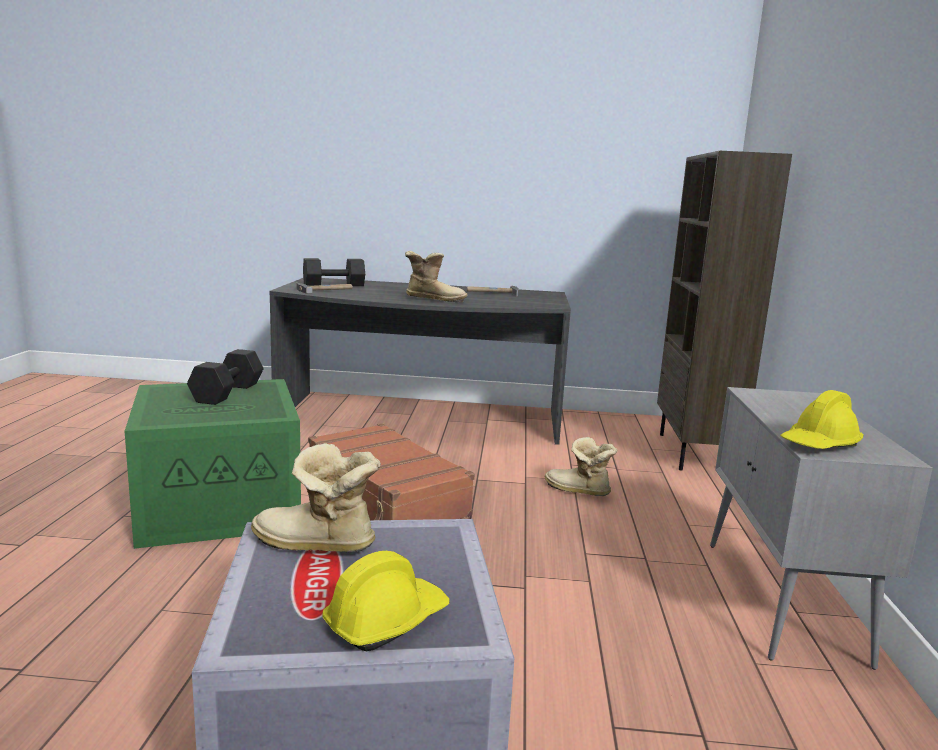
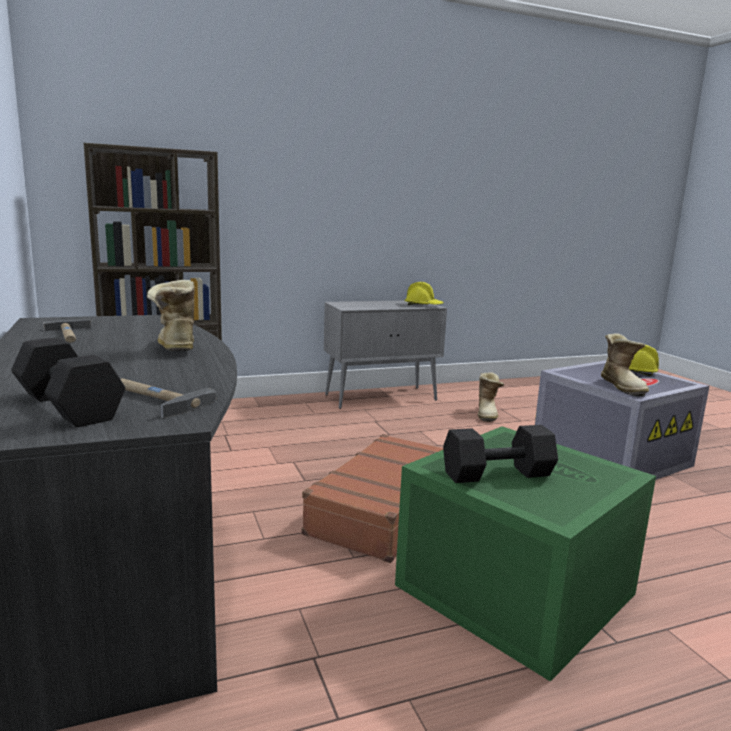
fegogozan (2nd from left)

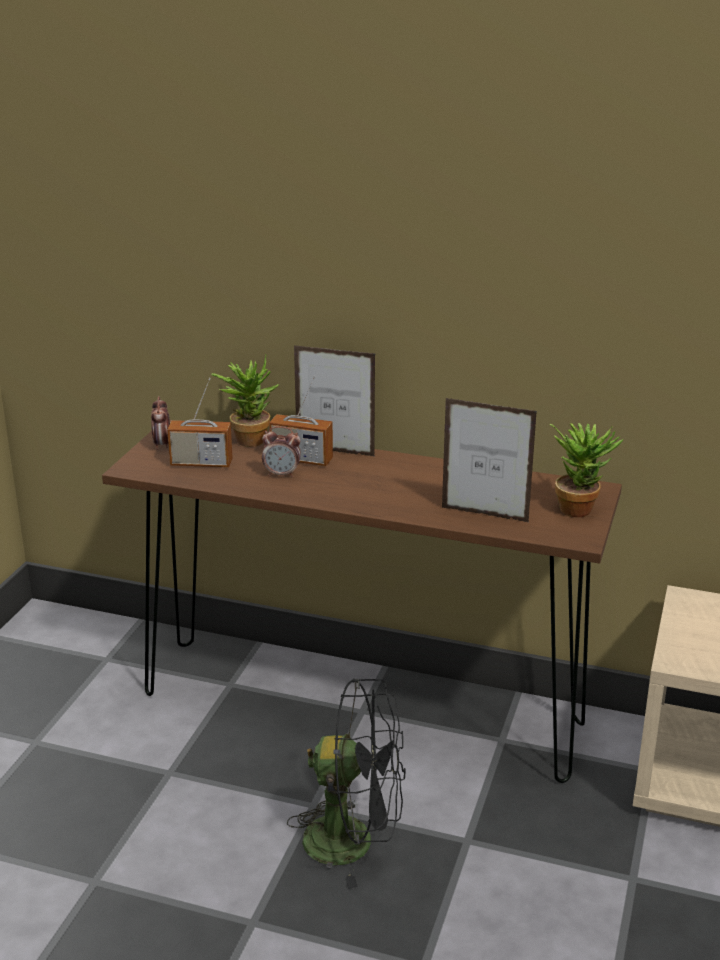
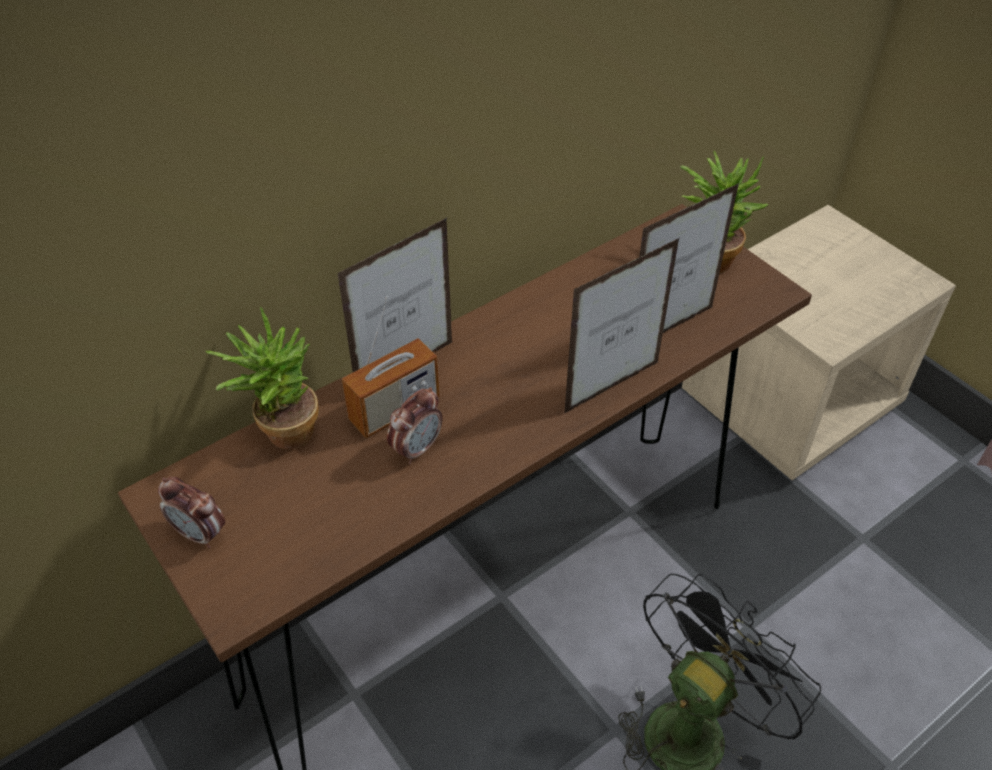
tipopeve (2nd from left)
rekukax (1st from left in the first image)

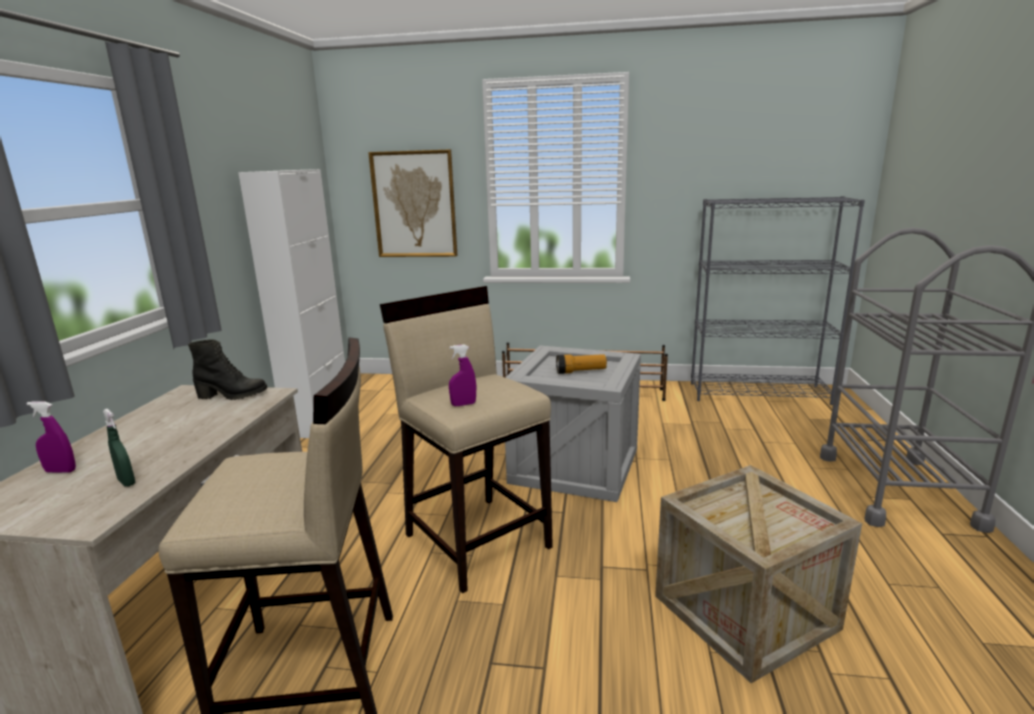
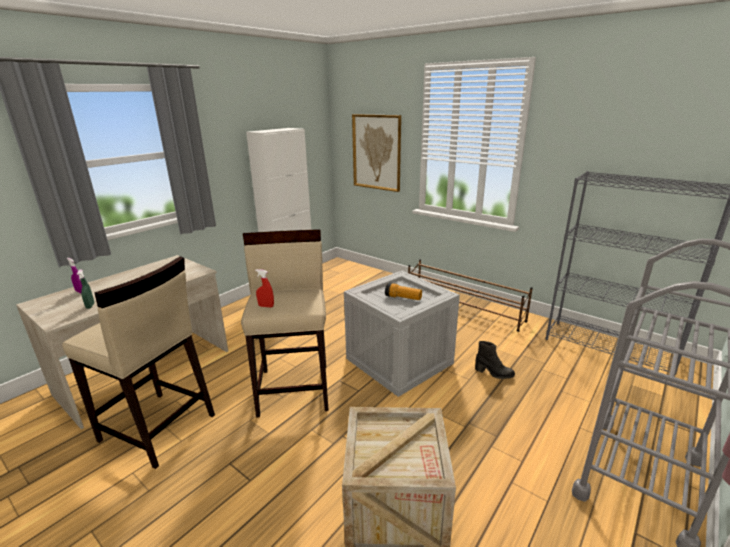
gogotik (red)
fegogozan (black)

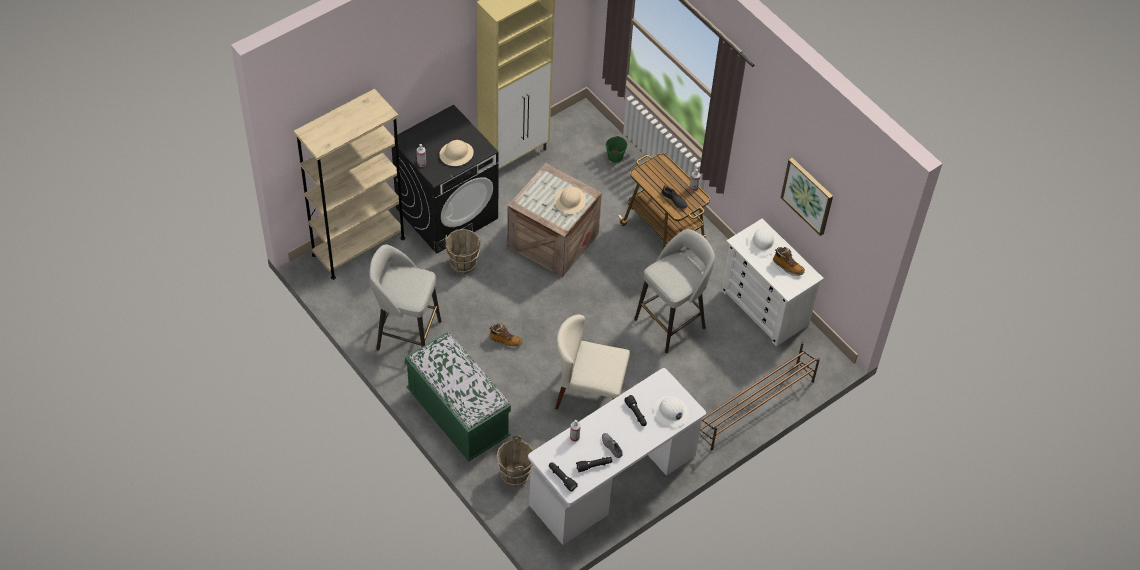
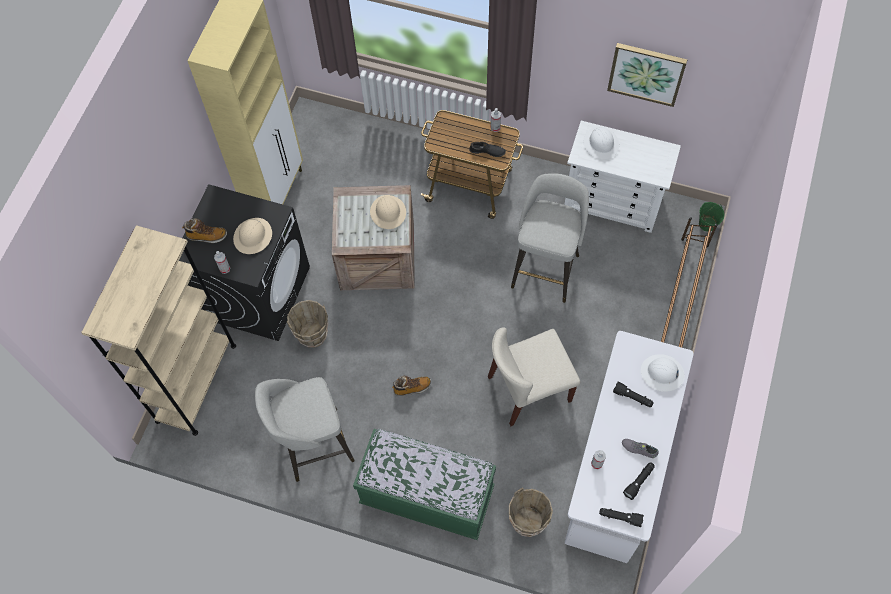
fegogozan (1st from left)
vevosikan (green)

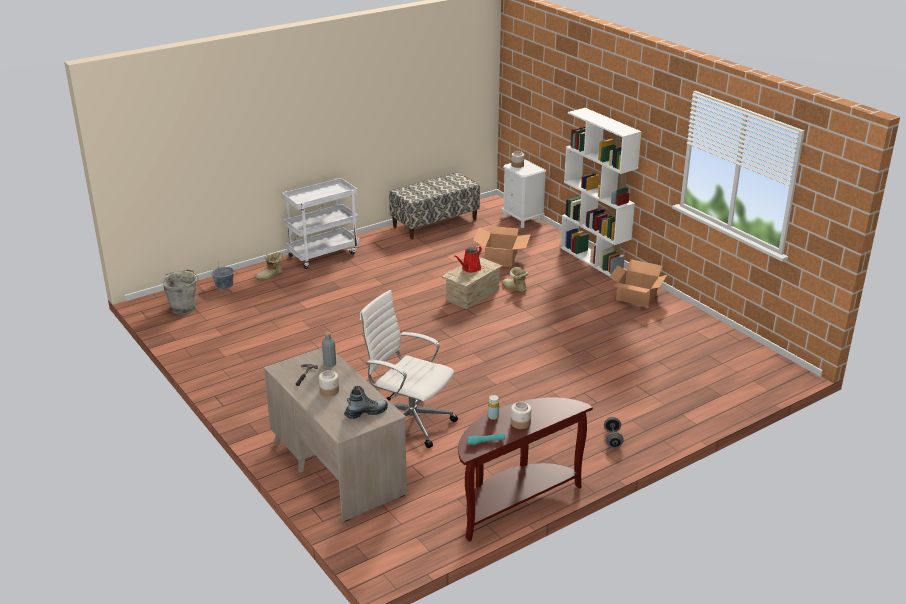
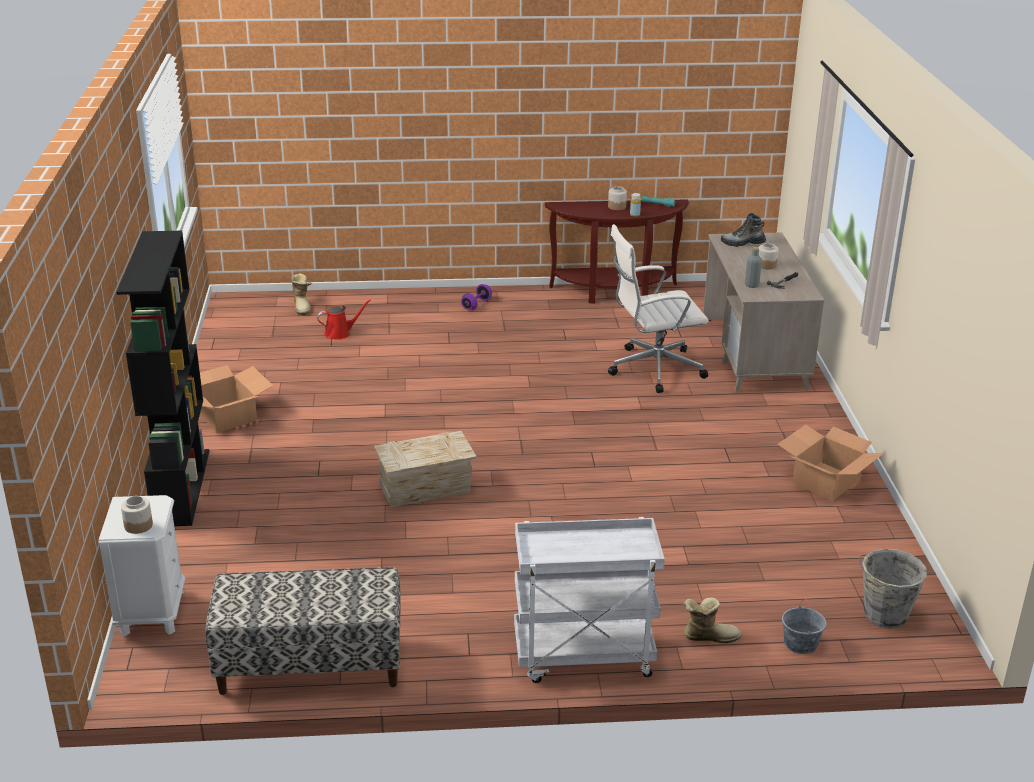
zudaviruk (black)
fegogozan (1st from left)
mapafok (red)
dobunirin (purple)
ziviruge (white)
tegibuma (2nd from left)

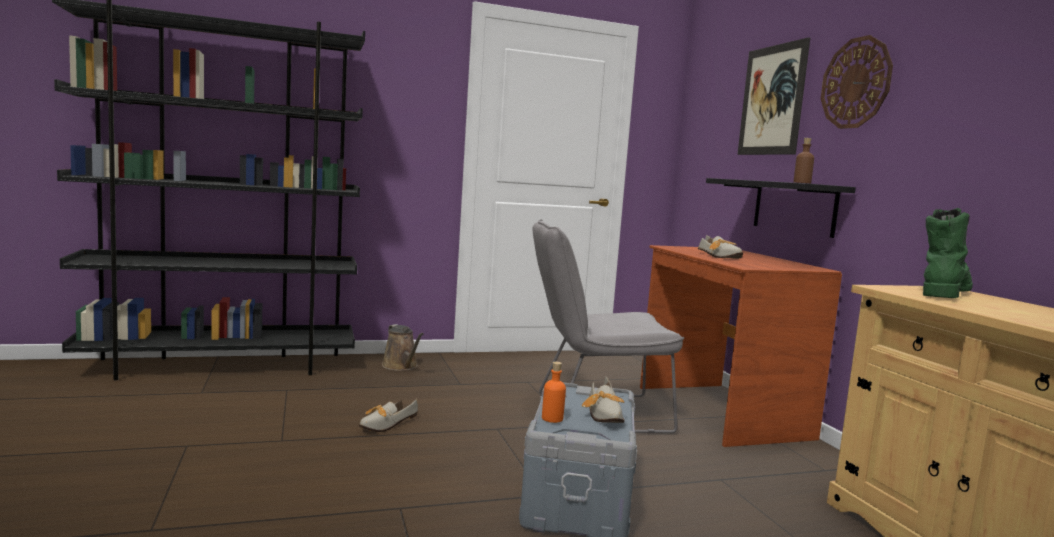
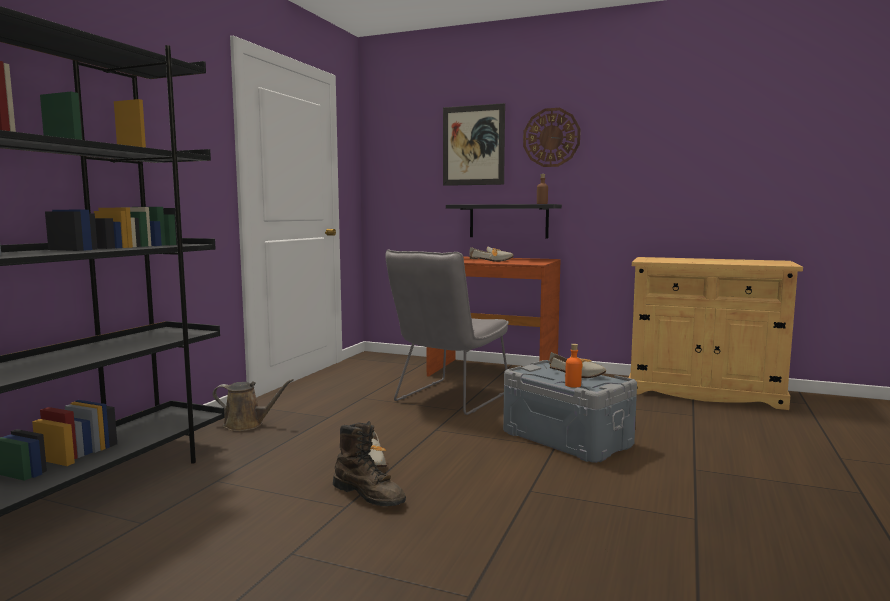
fegogozan (brown)
fegogozan (green)

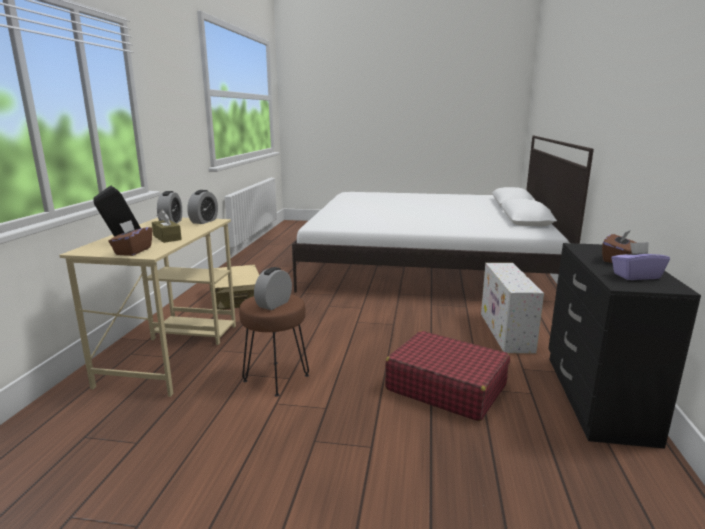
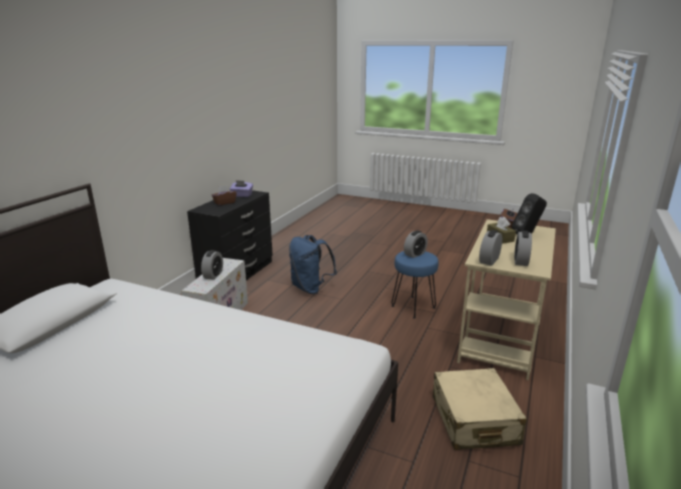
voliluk (1st from left)
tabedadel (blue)
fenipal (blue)

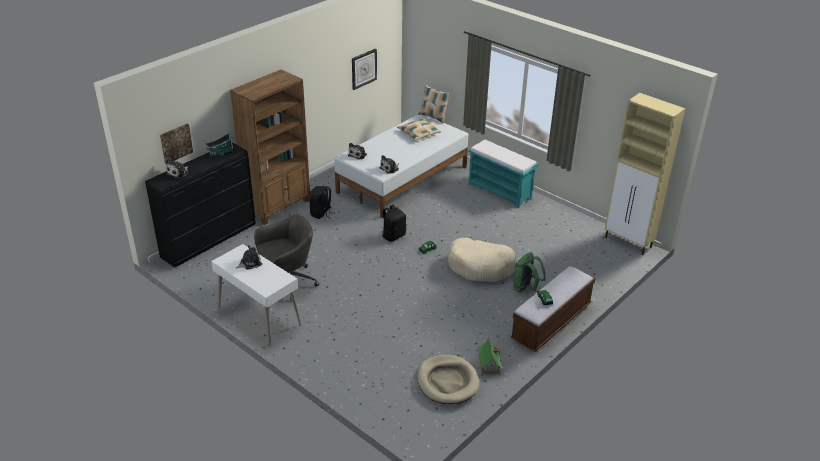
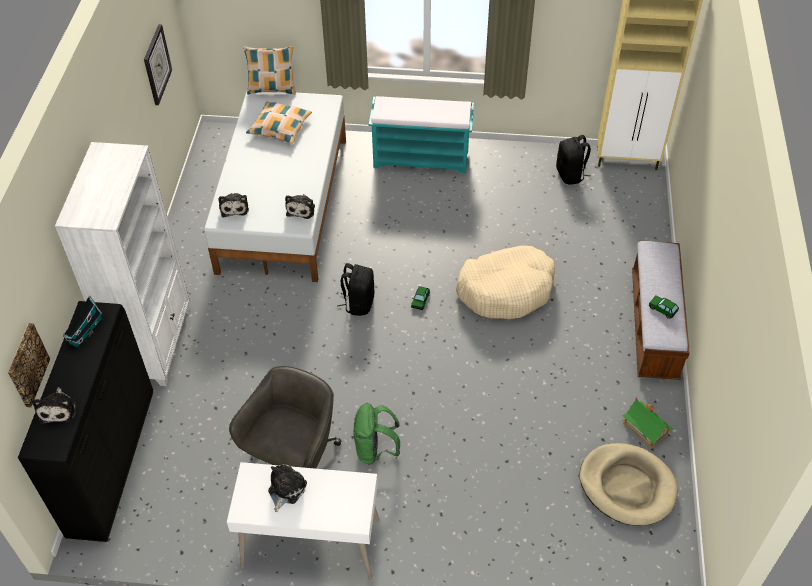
zudaviruk (white)
tabedadel (green)
tabedadel (black) (2nd from left)

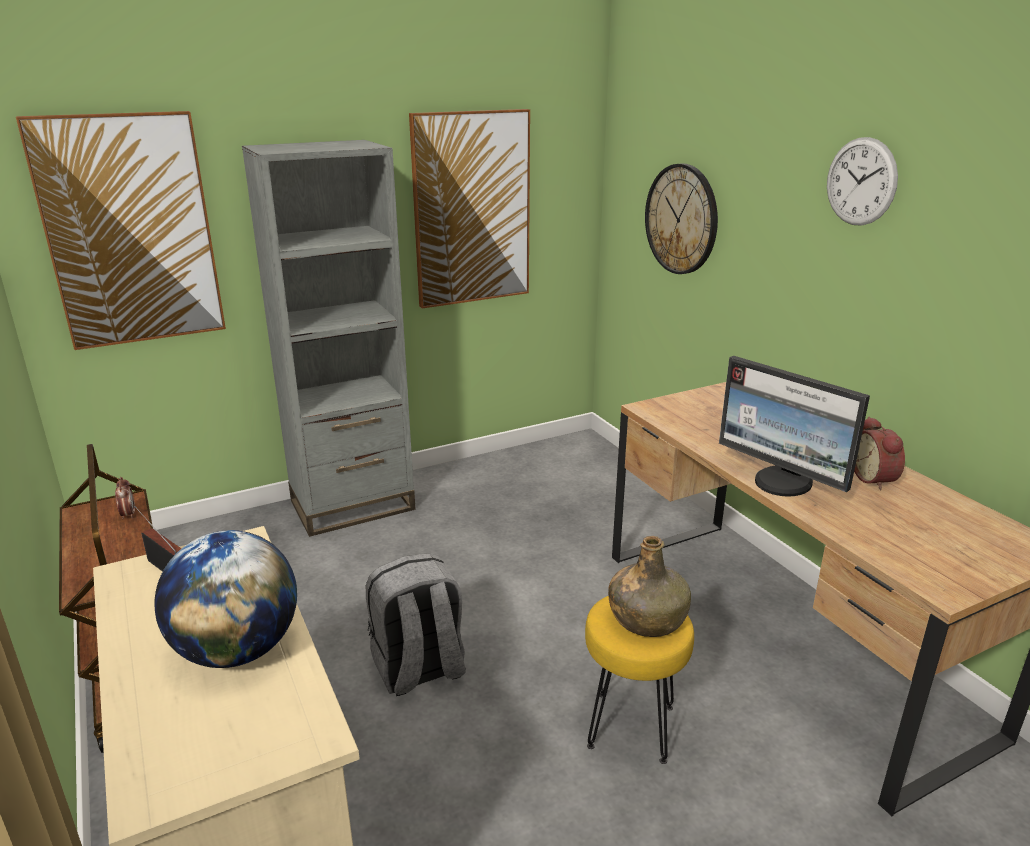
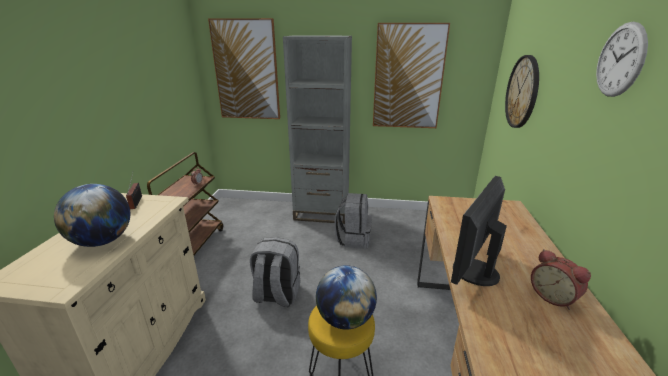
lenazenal (2nd from left)
tabedadel (grey) (2nd from left)
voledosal
voliluk (2nd from left)

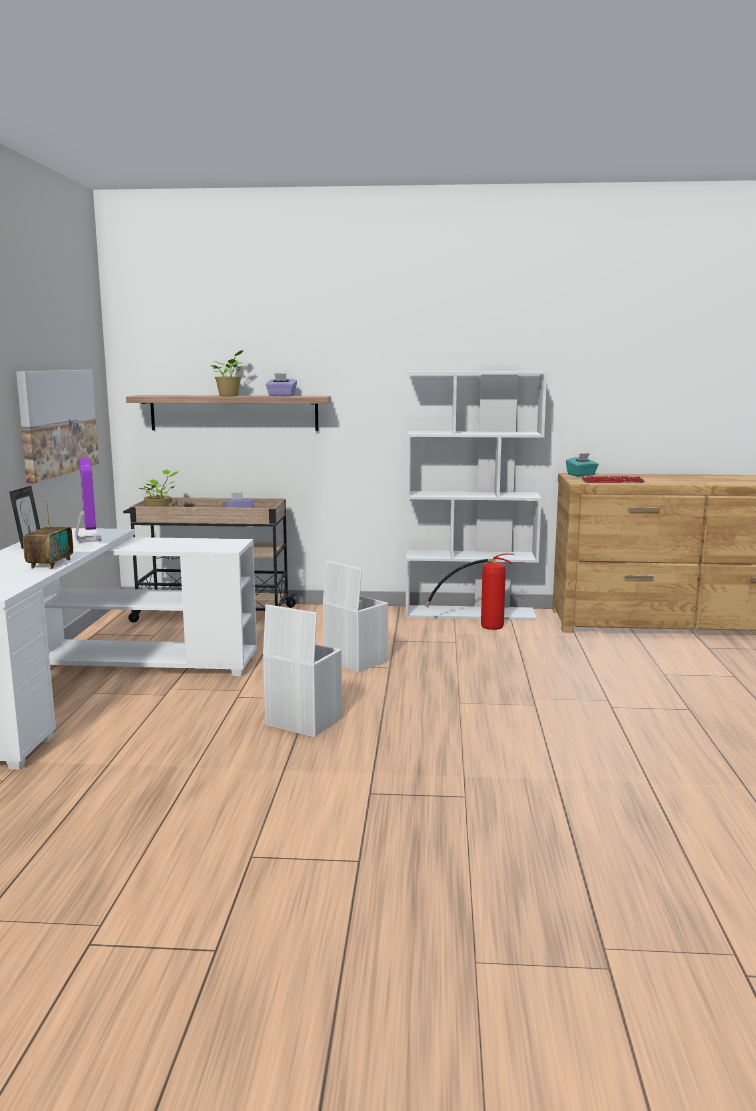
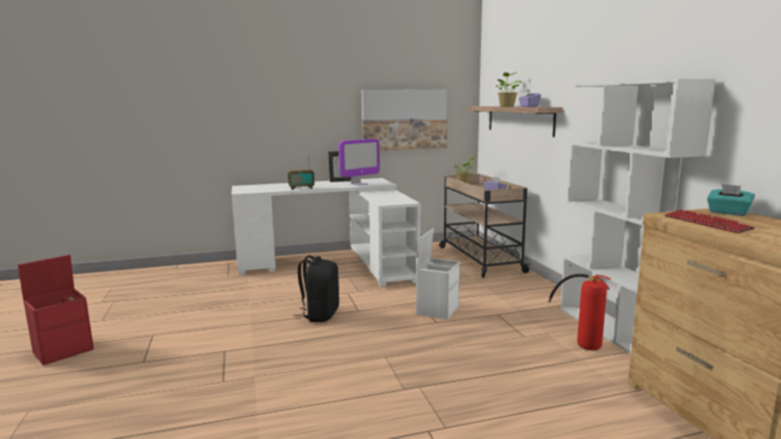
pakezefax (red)
tabedadel (black)

